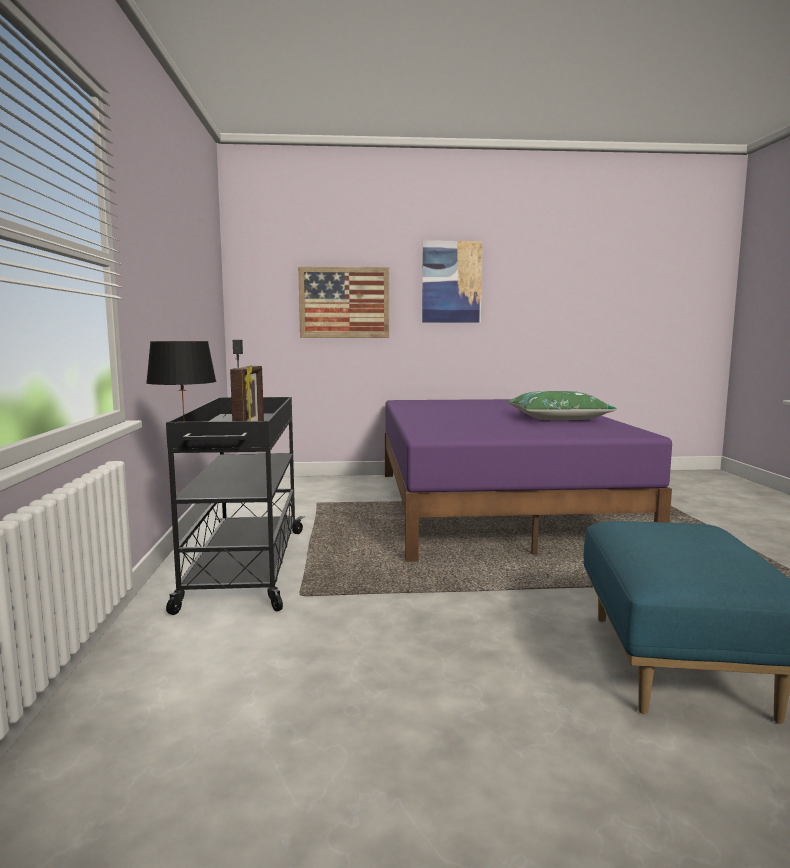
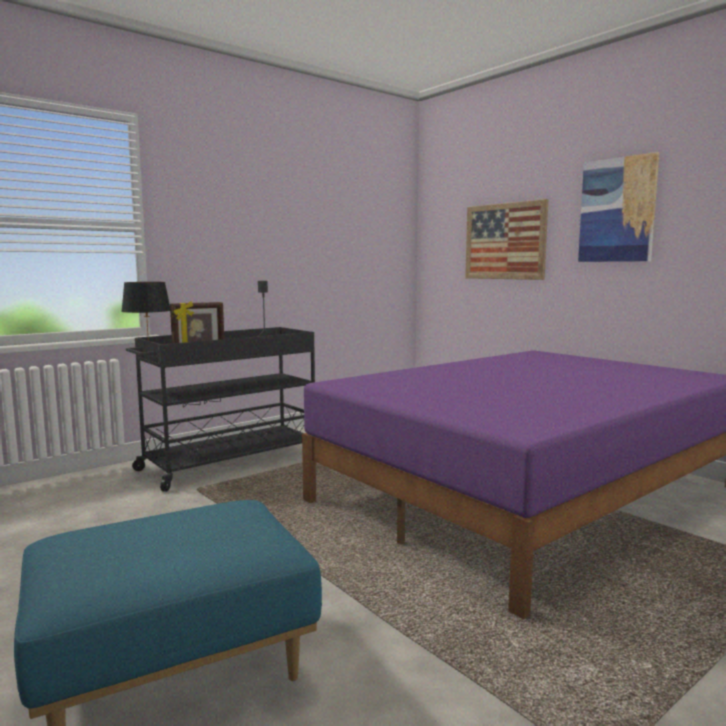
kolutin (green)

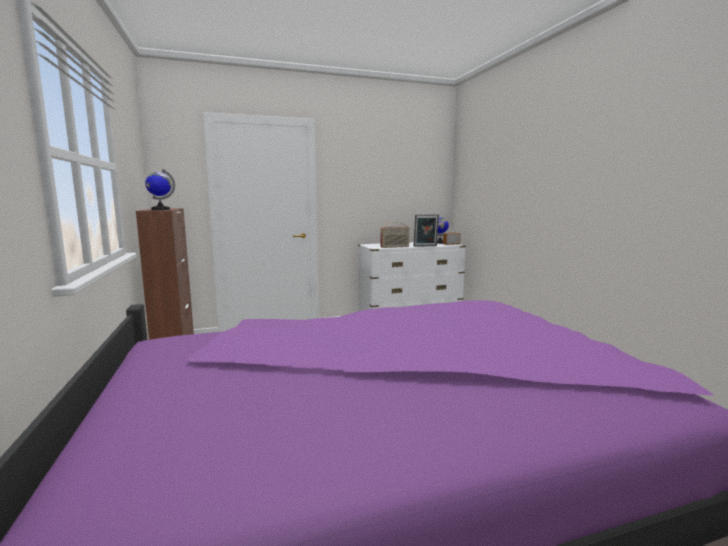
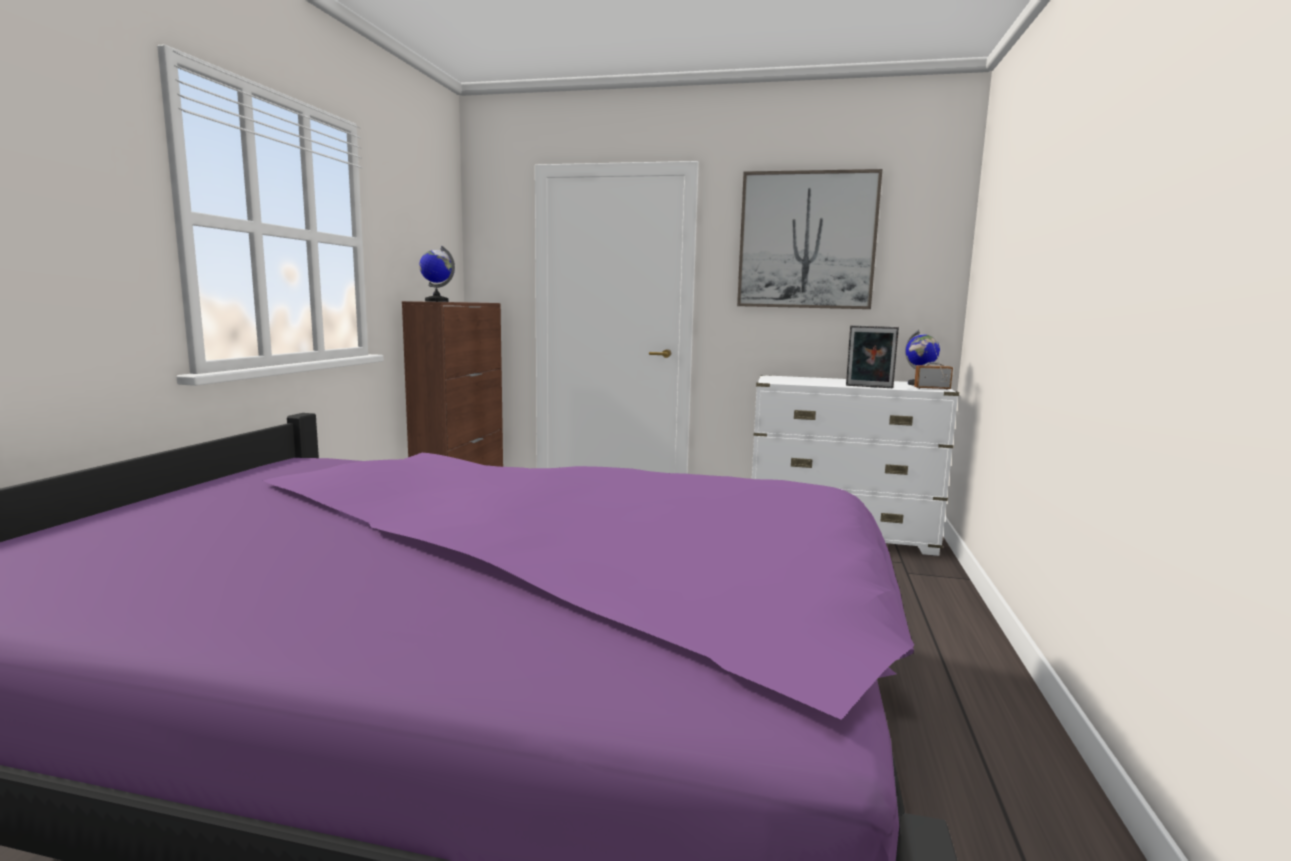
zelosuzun
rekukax (1st from left in the first image)

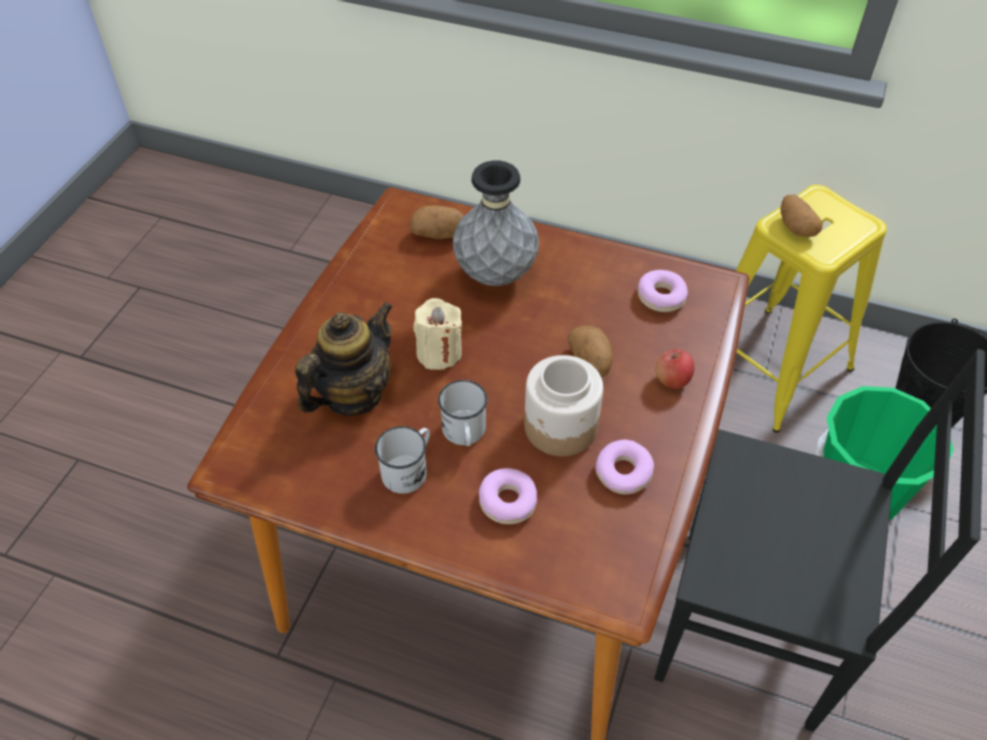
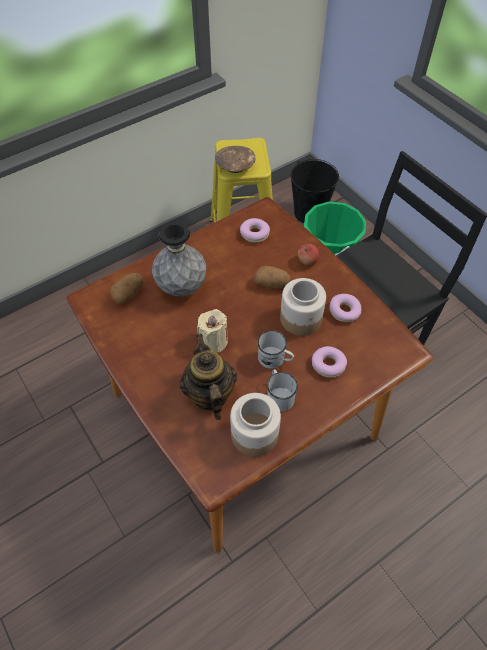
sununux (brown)
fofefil (1st from left)

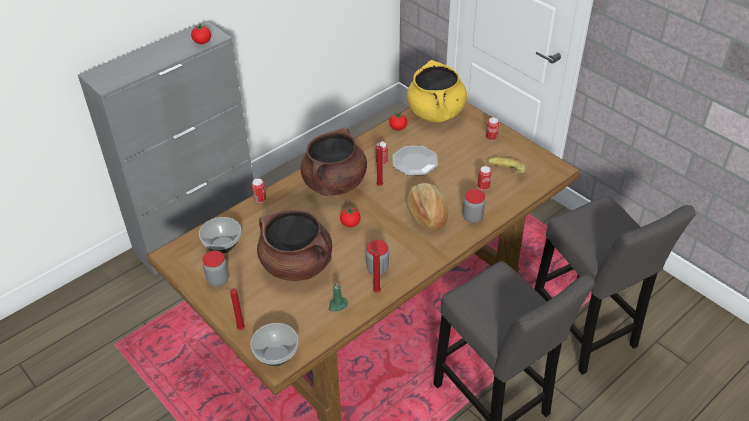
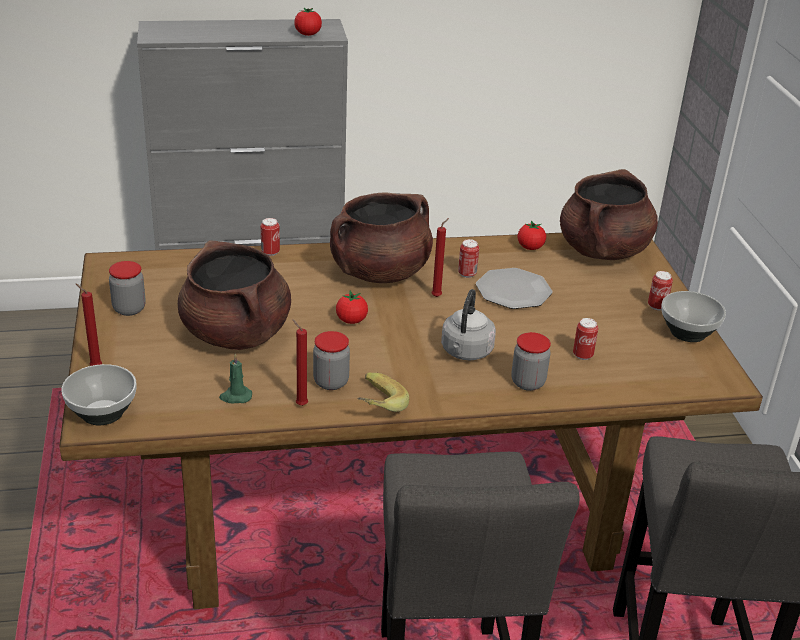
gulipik
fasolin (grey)
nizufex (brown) (3rd from left)
sununux (2nd from left)

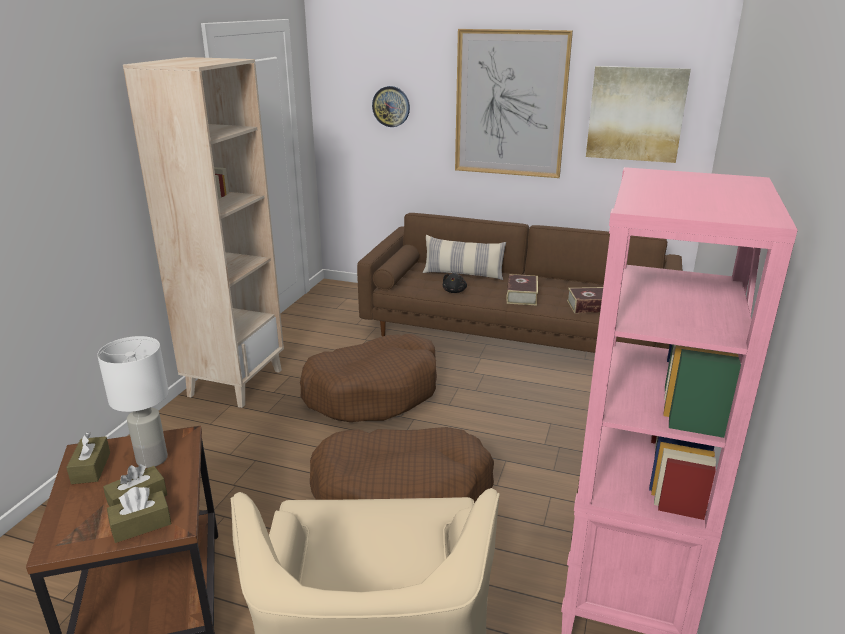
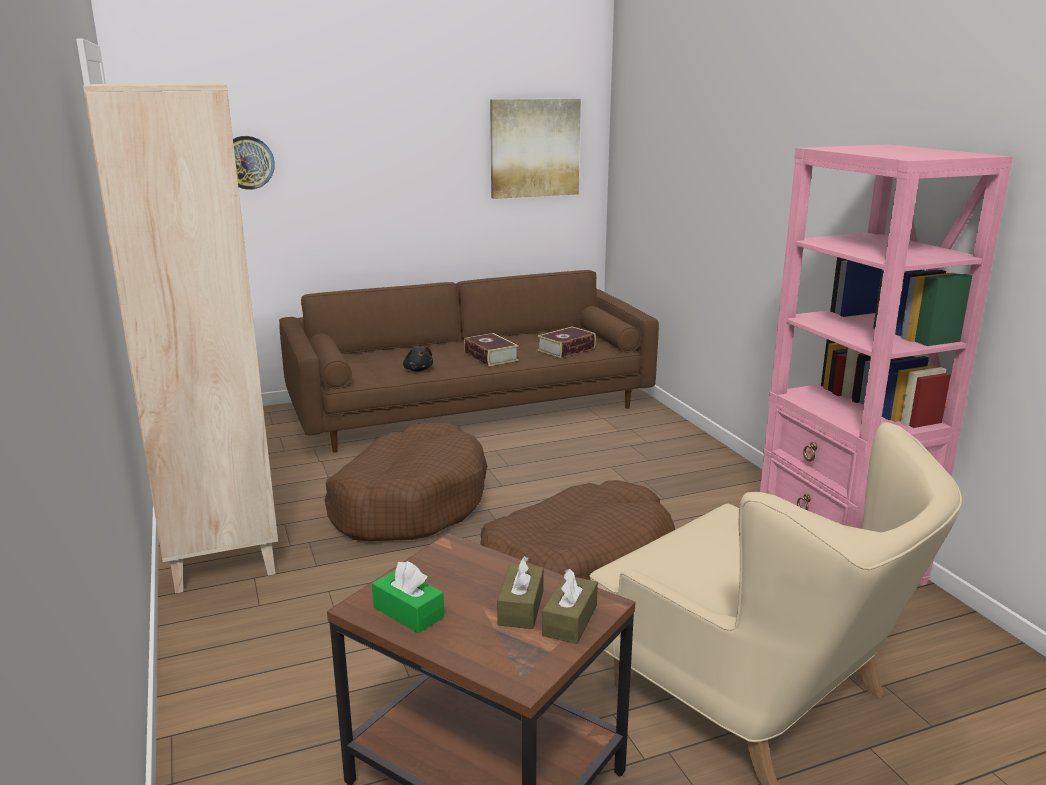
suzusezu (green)
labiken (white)
kolutin
zelosuzun (1st from left in the first image)

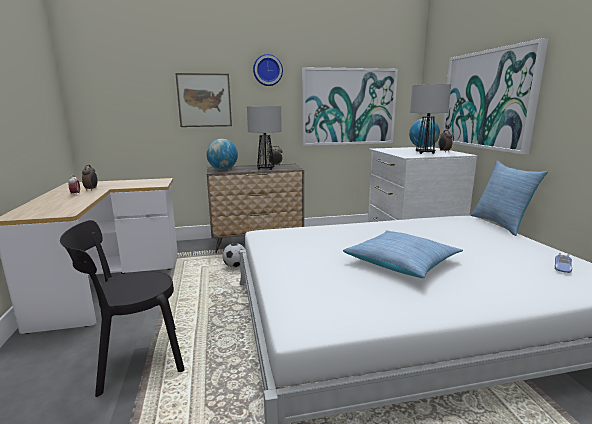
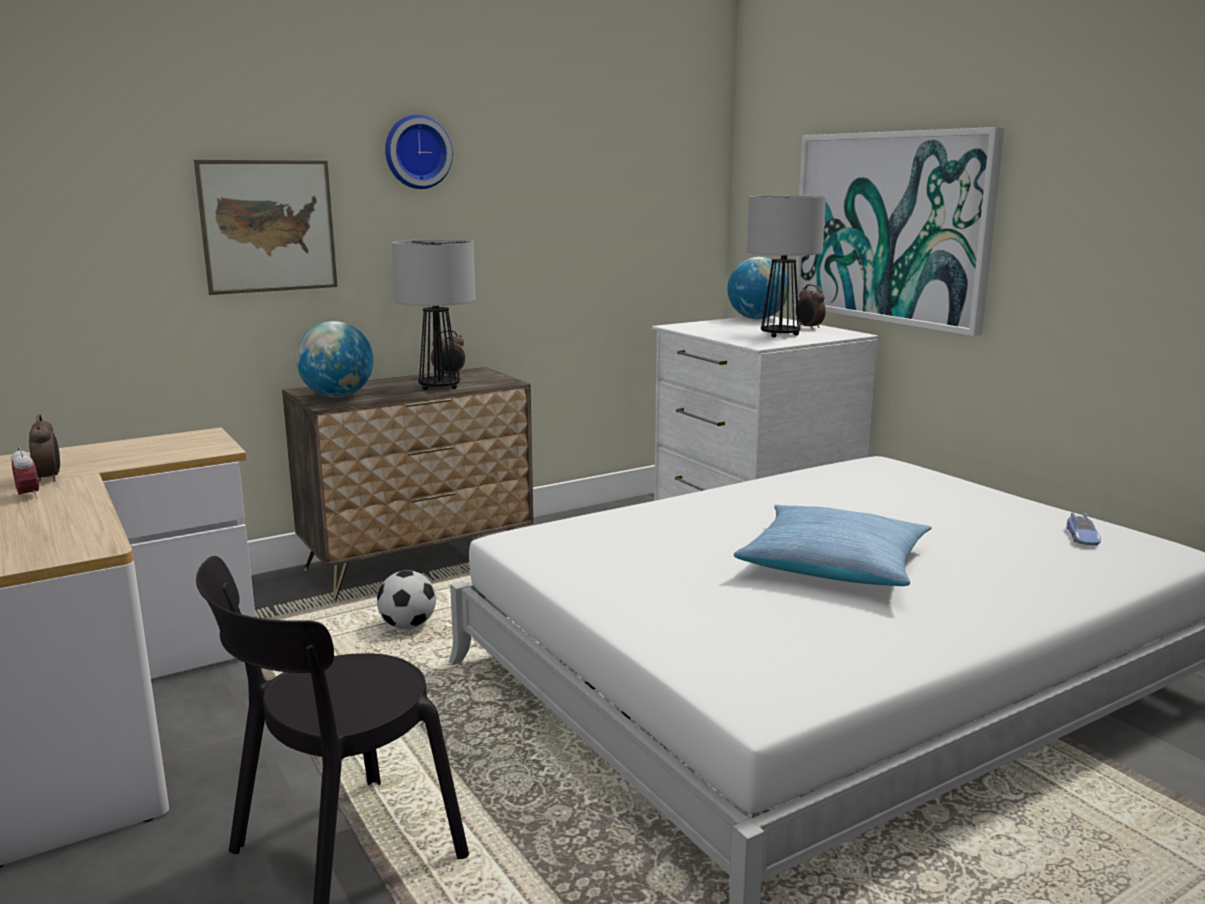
zelosuzun (2nd from left in the first image)
kolutin (2nd from left in the first image)

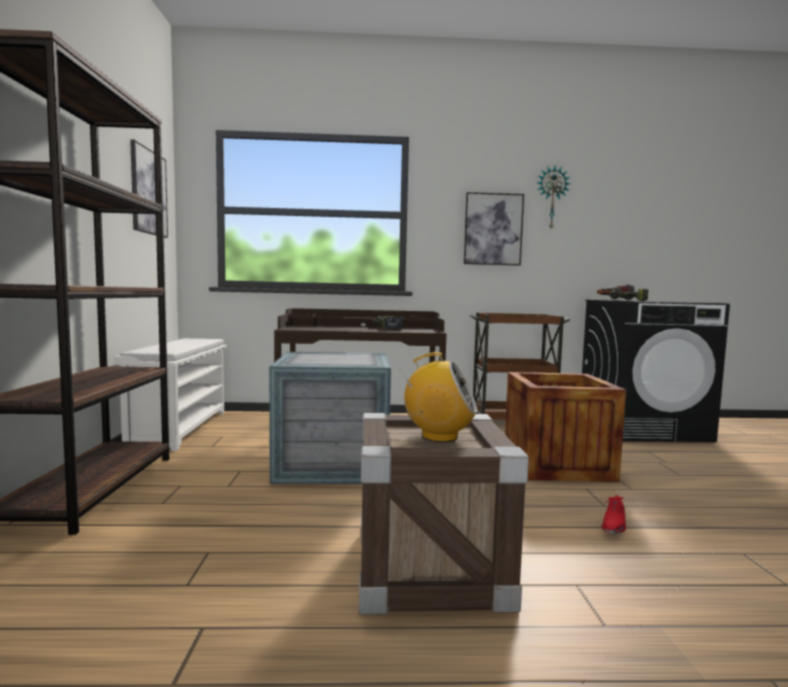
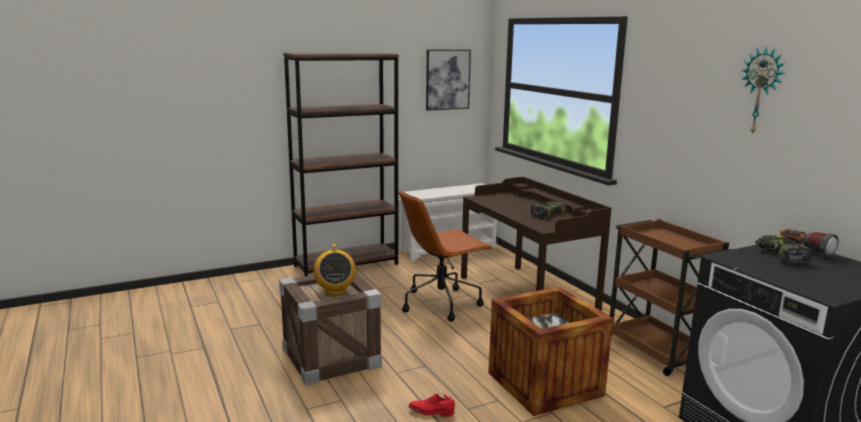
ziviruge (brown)
zelosuzun (2nd from left in the first image)

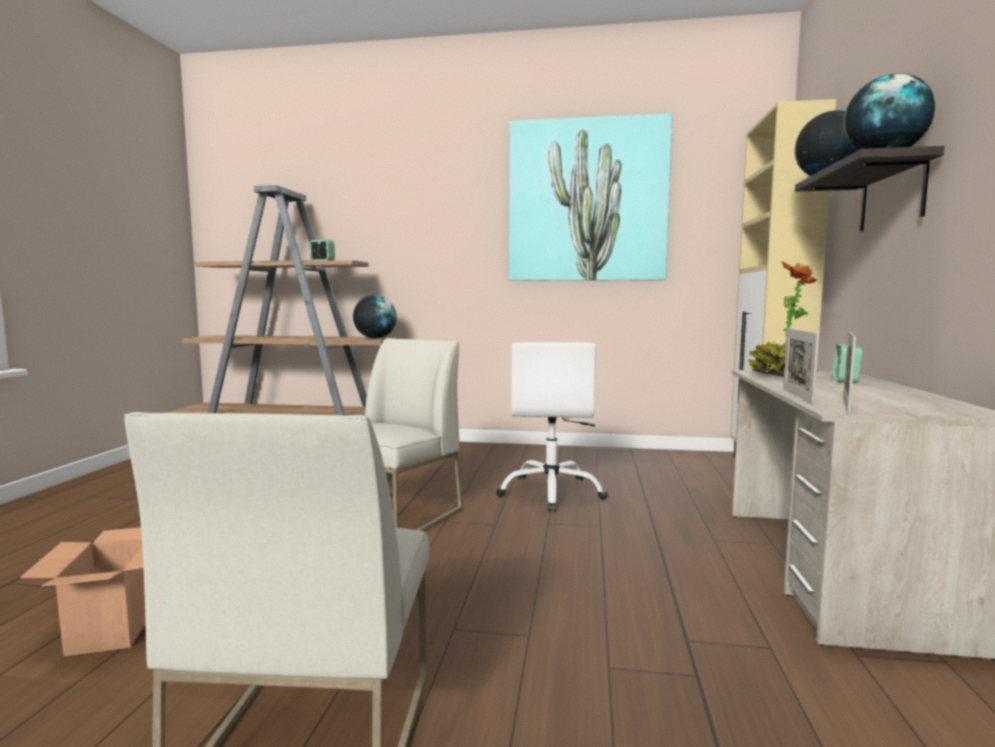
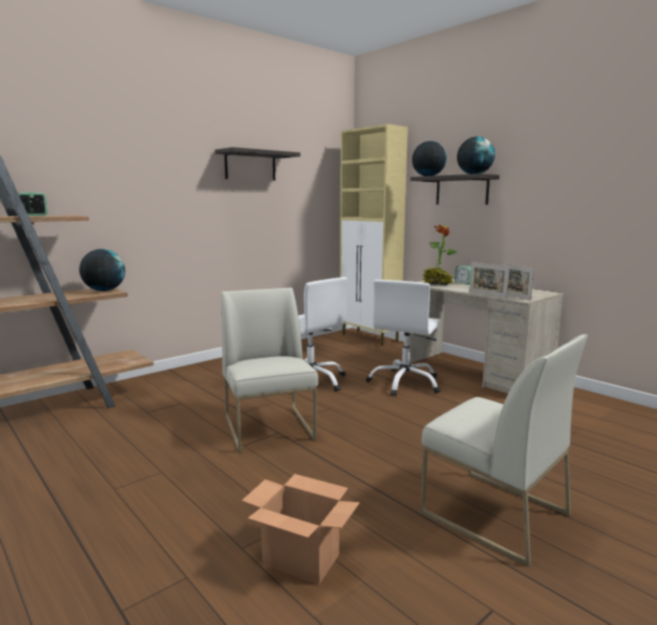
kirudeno (1st from left)
ziviruge (white) (2nd from left)

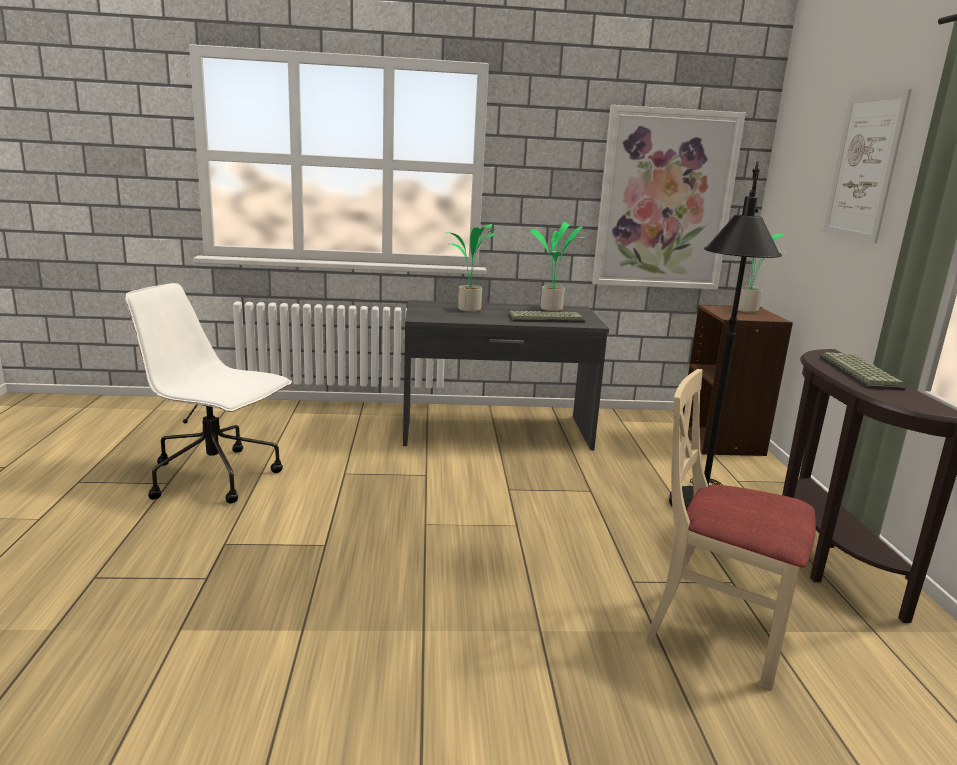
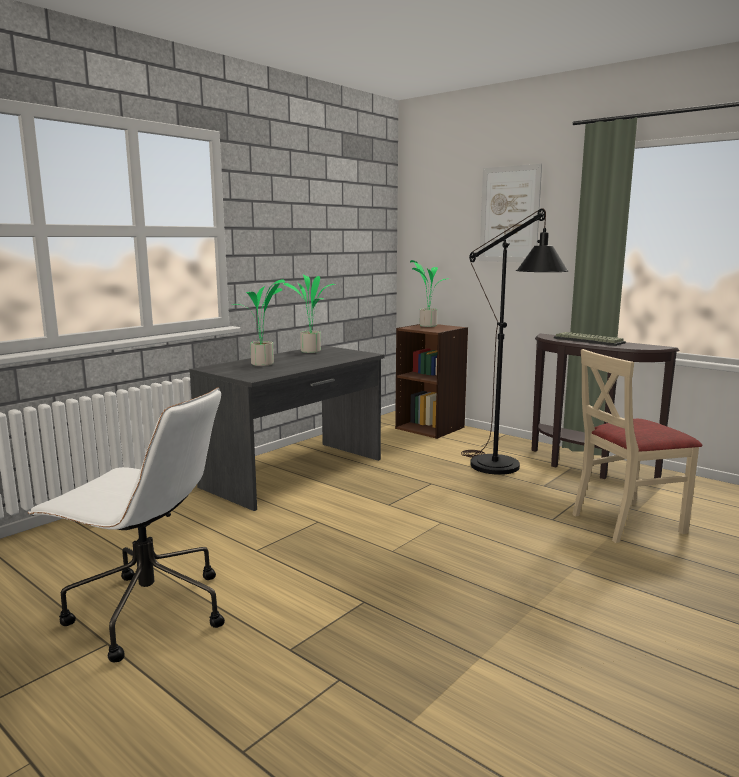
ziviruge (white)
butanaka (1st from left in the first image)
zelosuzun (1st from left in the first image)

